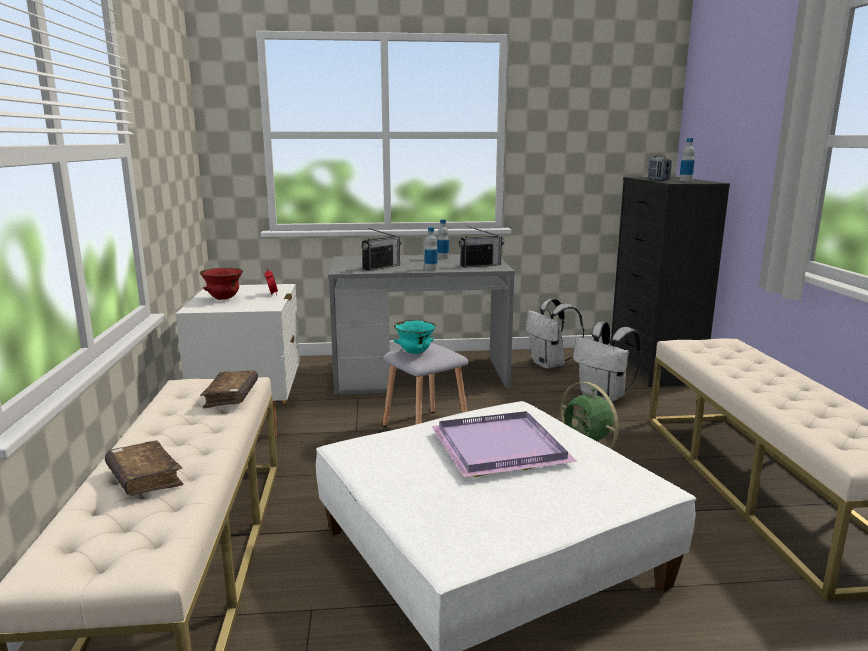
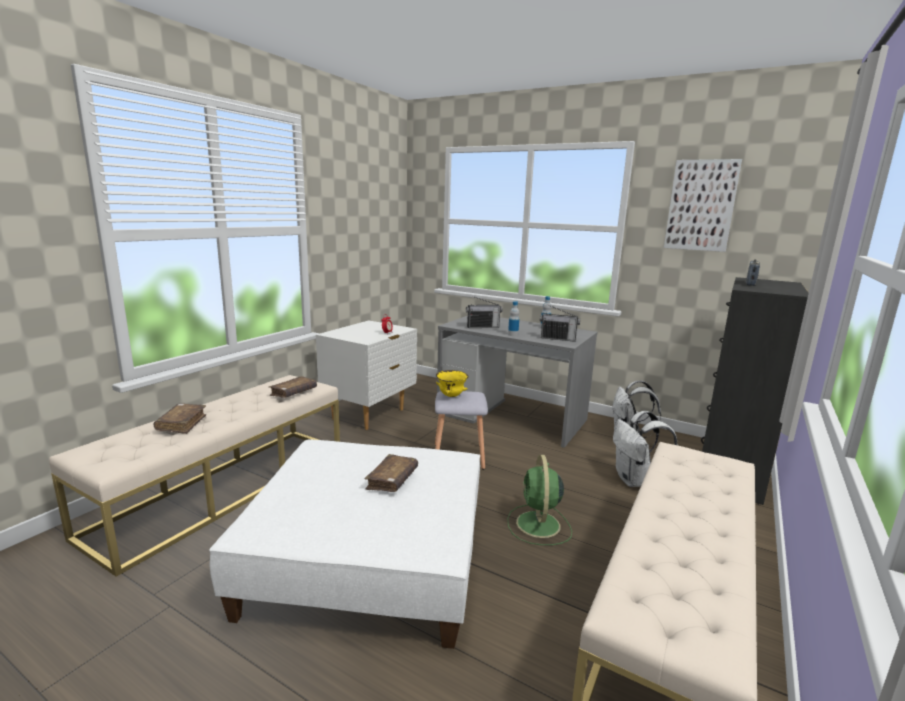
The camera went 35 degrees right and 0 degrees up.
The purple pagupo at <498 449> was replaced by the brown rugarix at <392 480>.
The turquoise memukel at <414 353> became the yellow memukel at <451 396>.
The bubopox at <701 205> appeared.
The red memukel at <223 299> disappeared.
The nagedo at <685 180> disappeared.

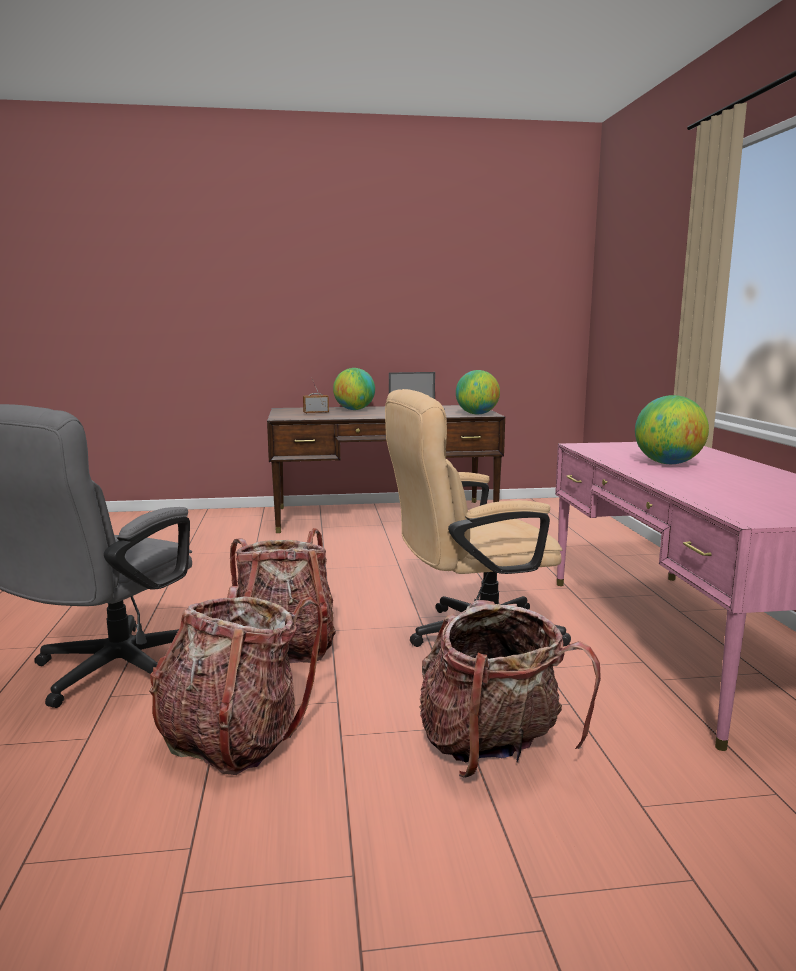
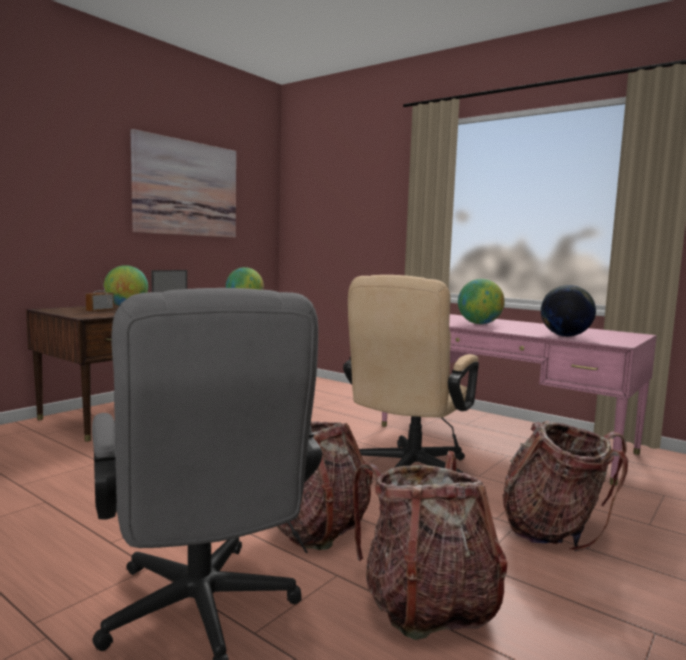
The camera went 45 degrees left and 5 degrees down.
The bubopox at <186 188> appeared.
The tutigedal at <565 336> appeared.

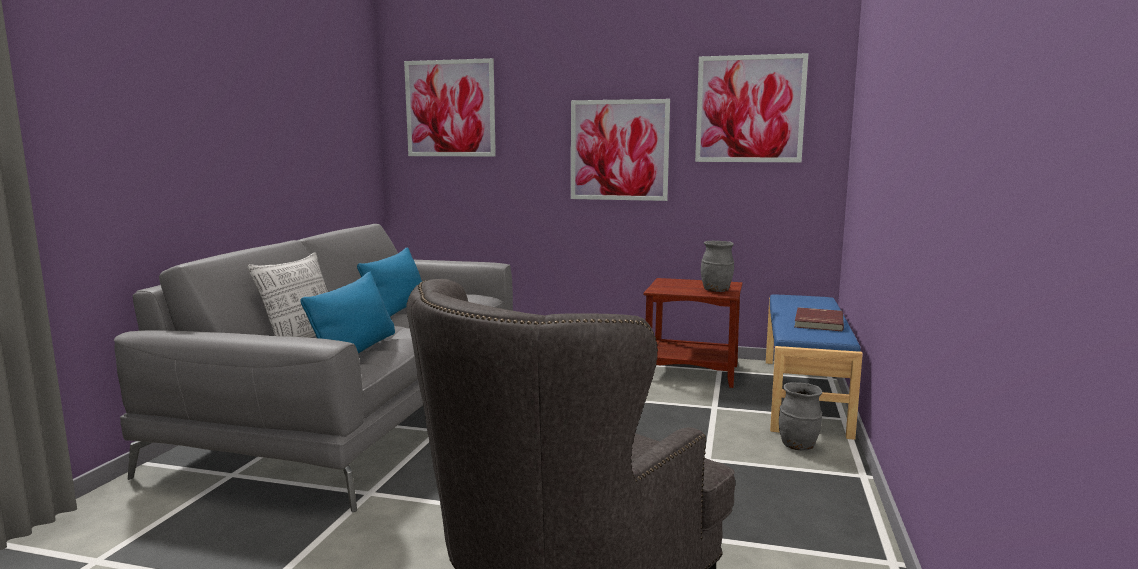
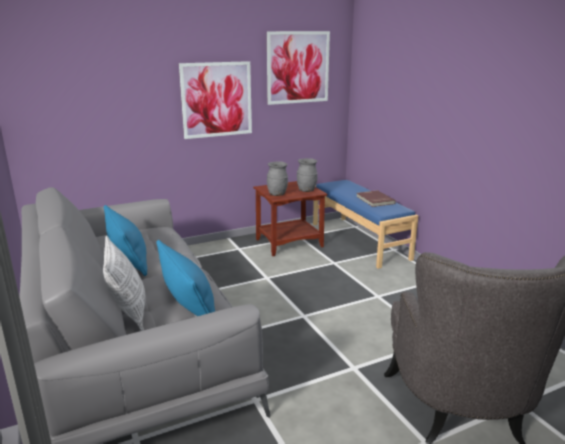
The camera went 40 degrees left and 10 degrees up.
The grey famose moved from <798 446> to <277 194>.
The bubopox at <450 108> disappeared.

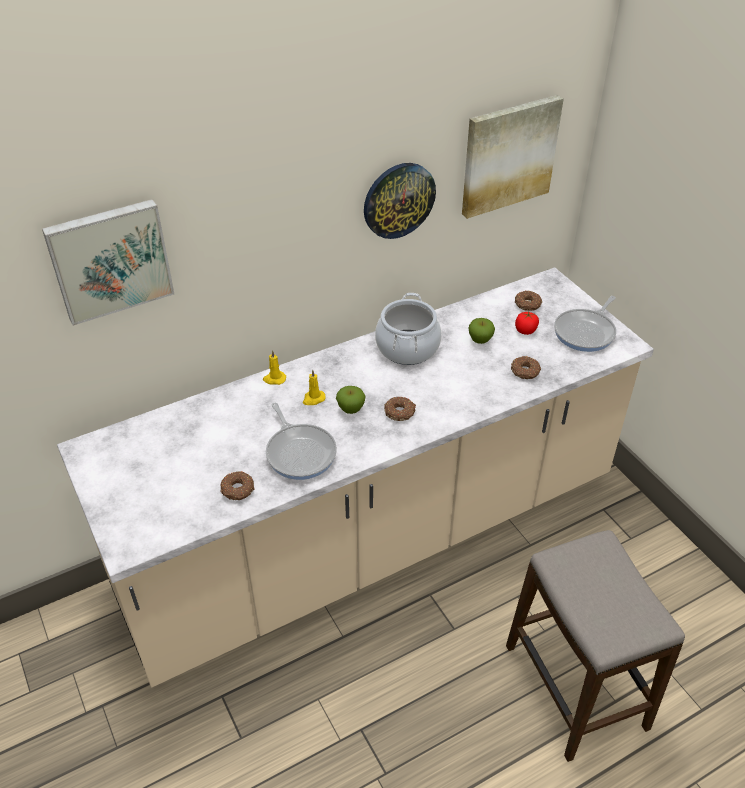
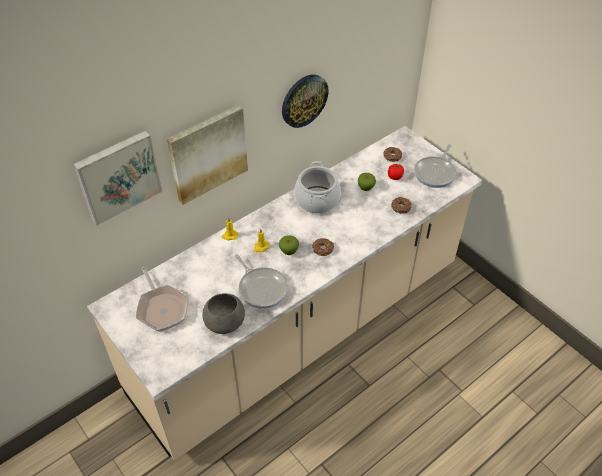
The camera went 10 degrees left and 5 degrees up.
The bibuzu at <162 308> appeared.
The bubopox moved from <508 155> to <207 153>.
The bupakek at <237 490> was replaced by the grey memukel at <225 322>.
The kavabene at <575 686> disappeared.

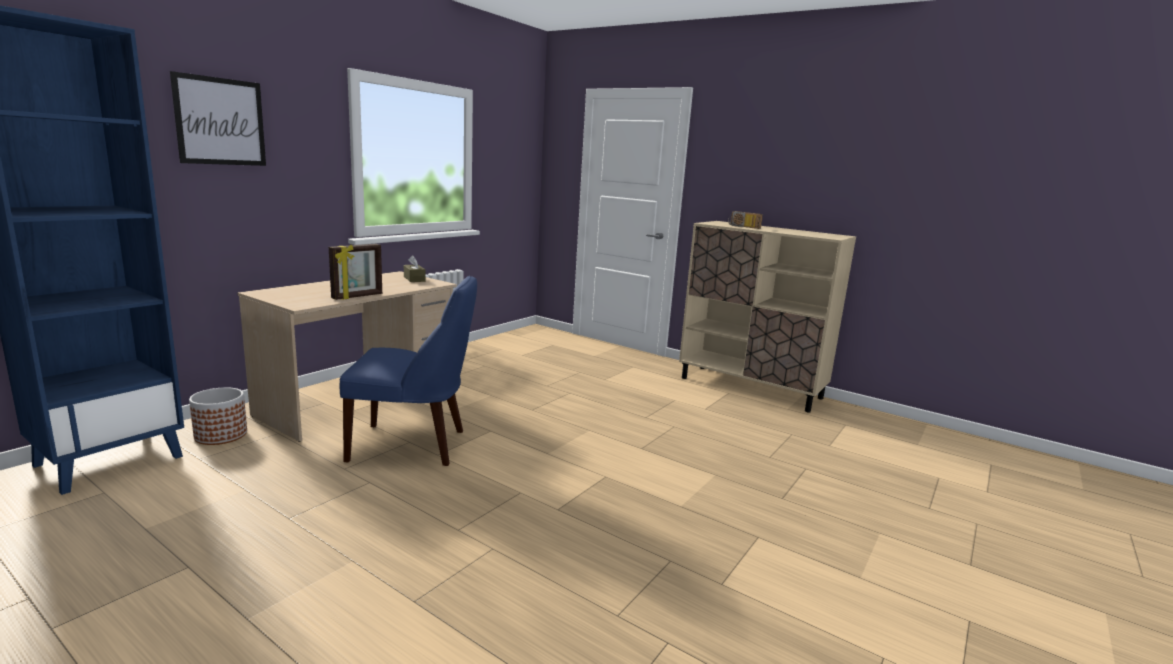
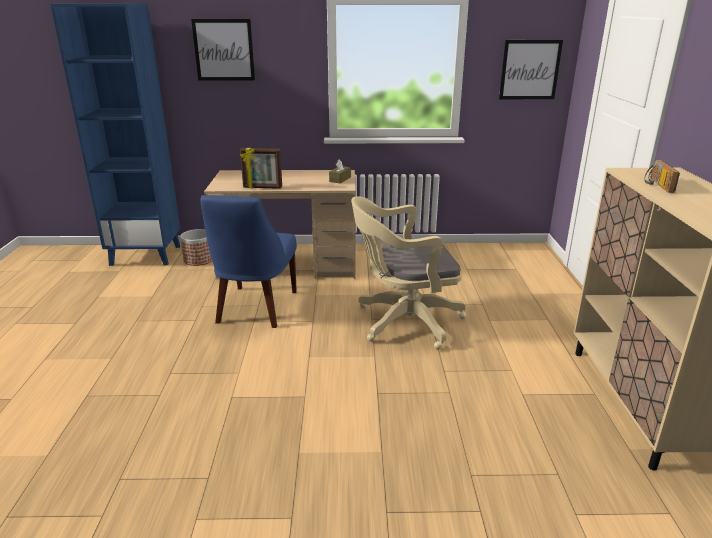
The camera went 55 degrees right and 10 degrees up.
The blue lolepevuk at <413 445> turned 45 degrees clockwise.
The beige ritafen at <403 322> appeared.
The bubopox at <530 70> appeared.

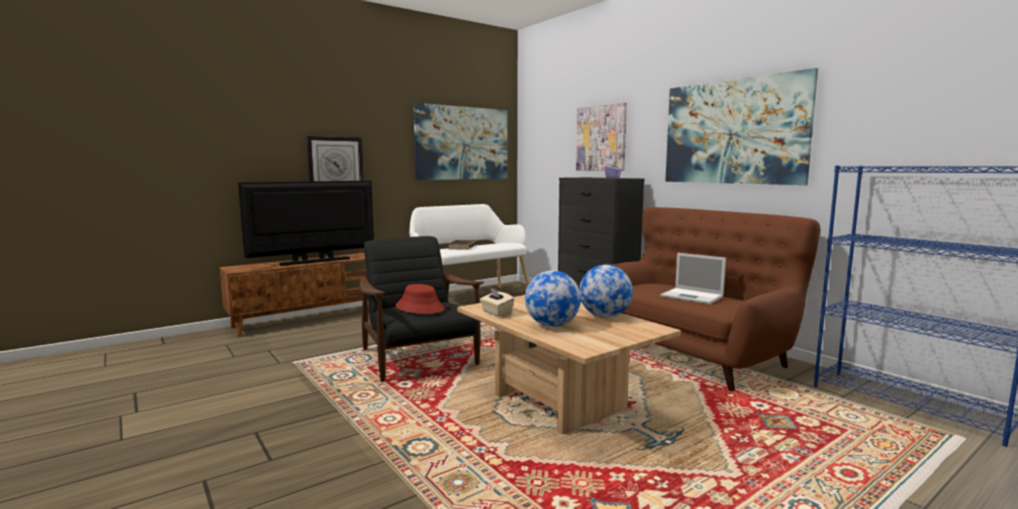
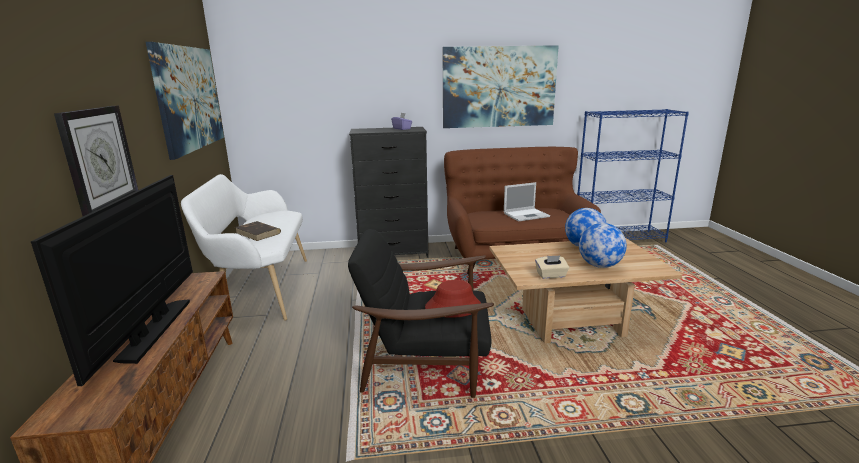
The camera went 60 degrees left and 10 degrees up.
The bubopox at <601 138> disappeared.

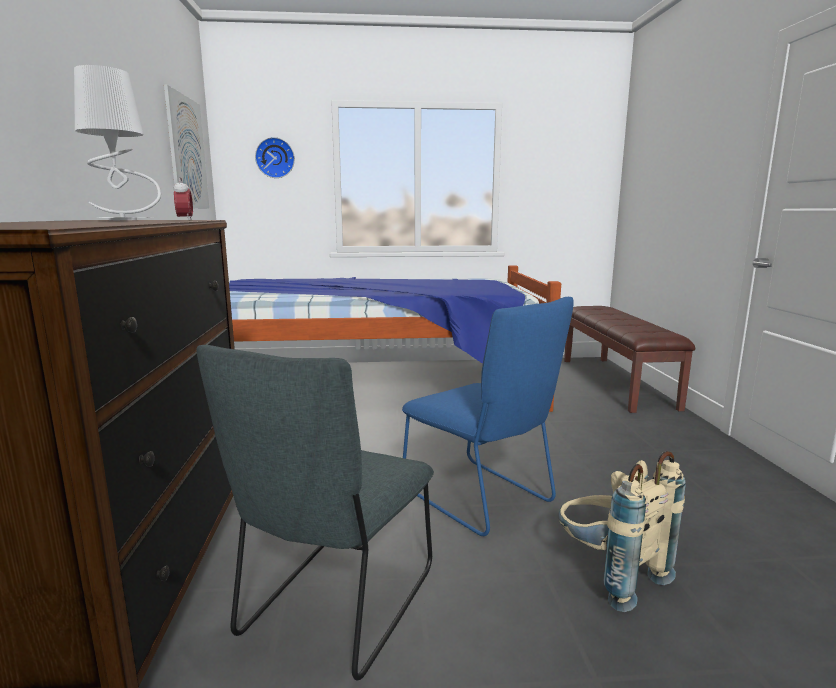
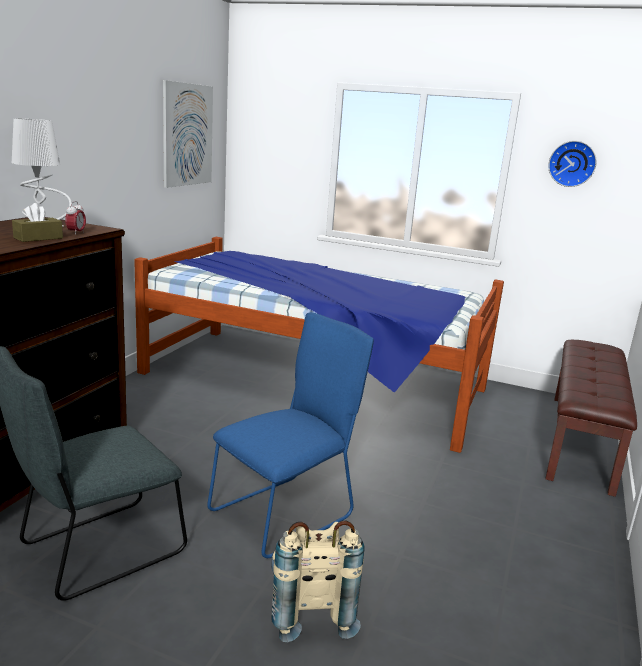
The camera went 25 degrees right and 5 degrees up.
The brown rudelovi at <38 238> appeared.
The blue lolepevuk at <481 498> turned 120 degrees counterclockwise.
The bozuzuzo moved from <275 158> to <572 163>.

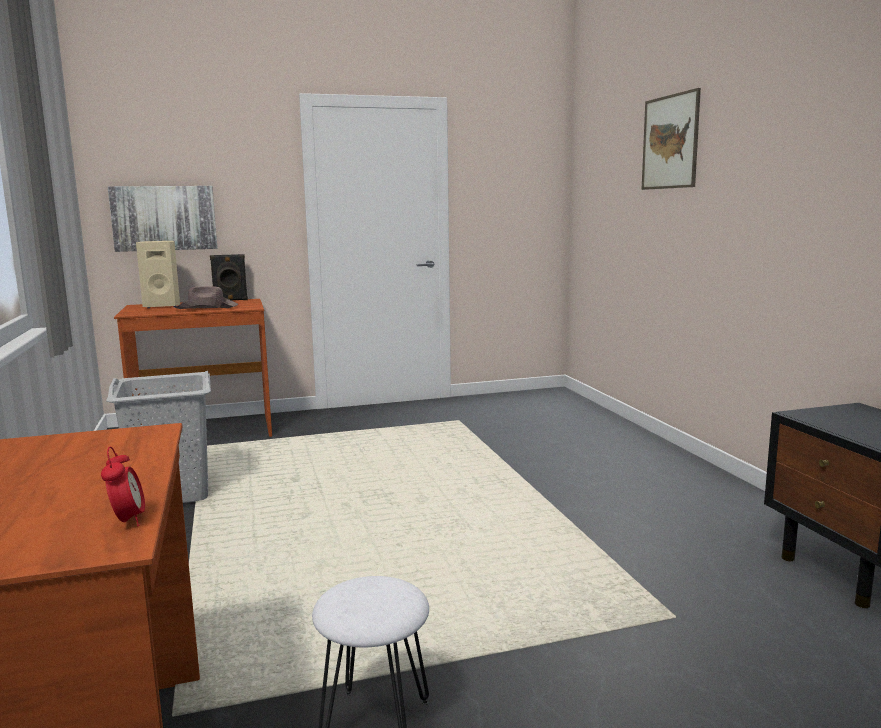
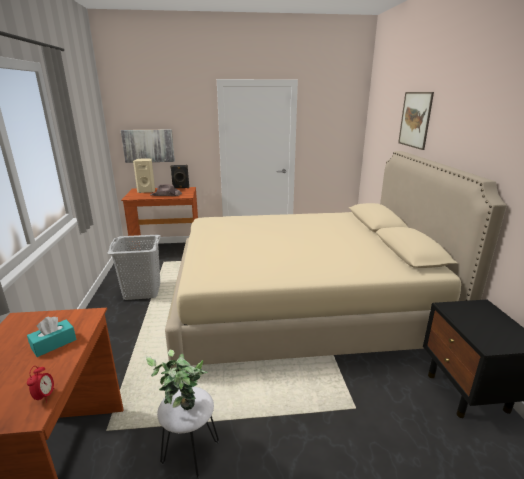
The camera went 10 degrees right and 10 degrees up.
The turquoise rudelovi at <54 344> appeared.
The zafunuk at <182 413> appeared.
The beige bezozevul at <302 308> appeared.

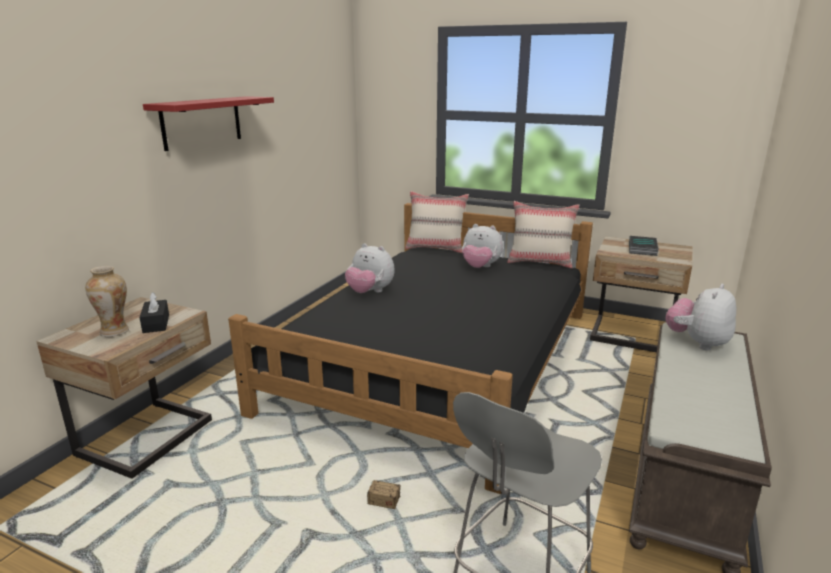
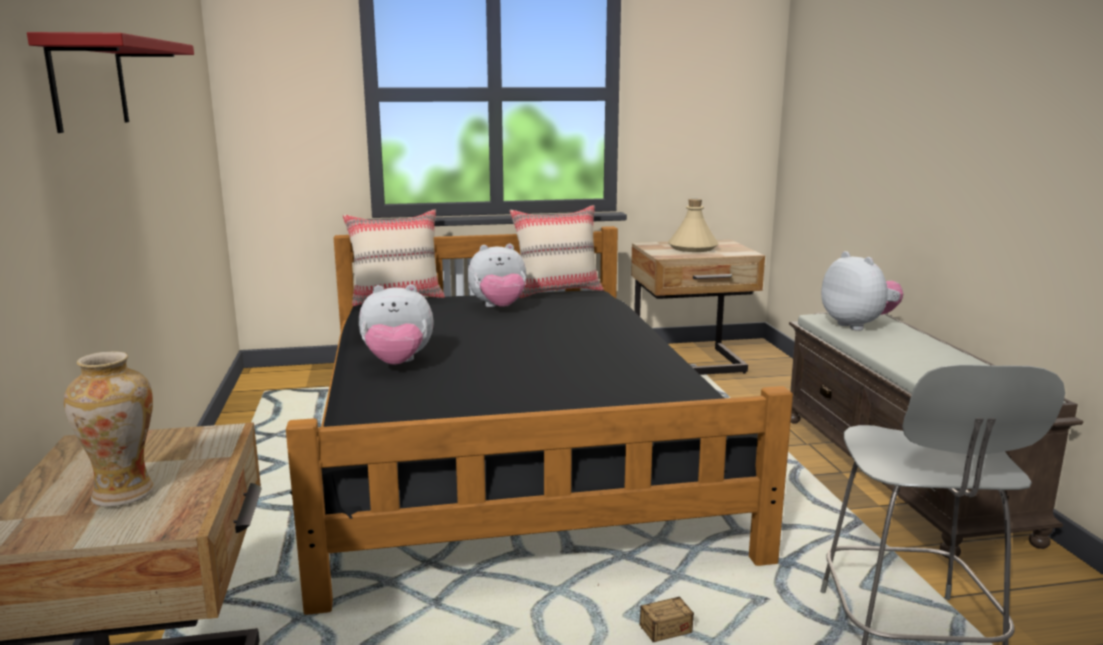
The camera went 35 degrees left and 5 degrees down.
The rugarix at <643 249> was replaced by the beige nagedo at <693 248>.
The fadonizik at <697 343> turned 150 degrees clockwise.
The black rudelovi at <156 323> disappeared.

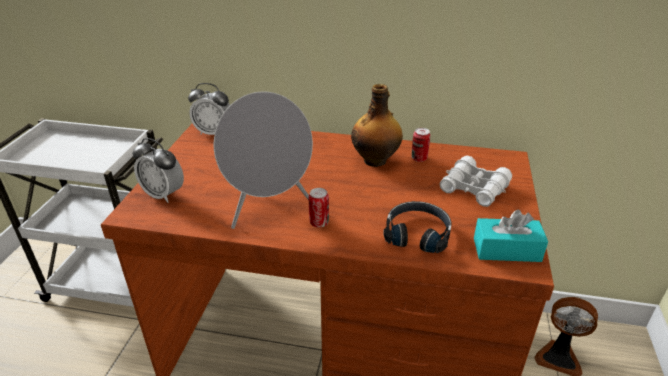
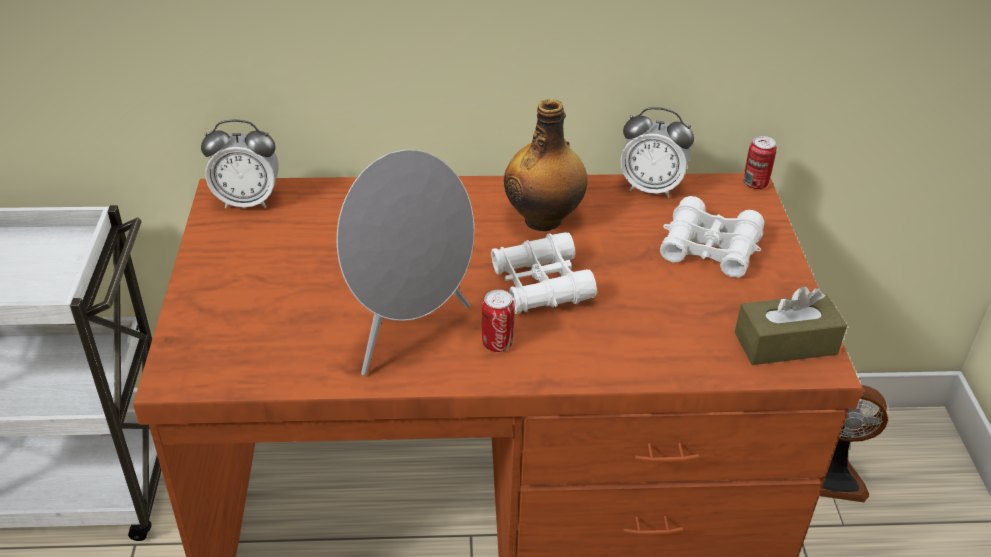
The camera went 15 degrees left and 5 degrees up.
The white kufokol at <541 284> appeared.
The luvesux moved from <163 195> to <651 188>.
The turquoise rudelovi at <506 250> became the brown rudelovi at <785 343>.
The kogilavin moved from <419 158> to <755 184>.
The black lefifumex at <417 233> disappeared.

